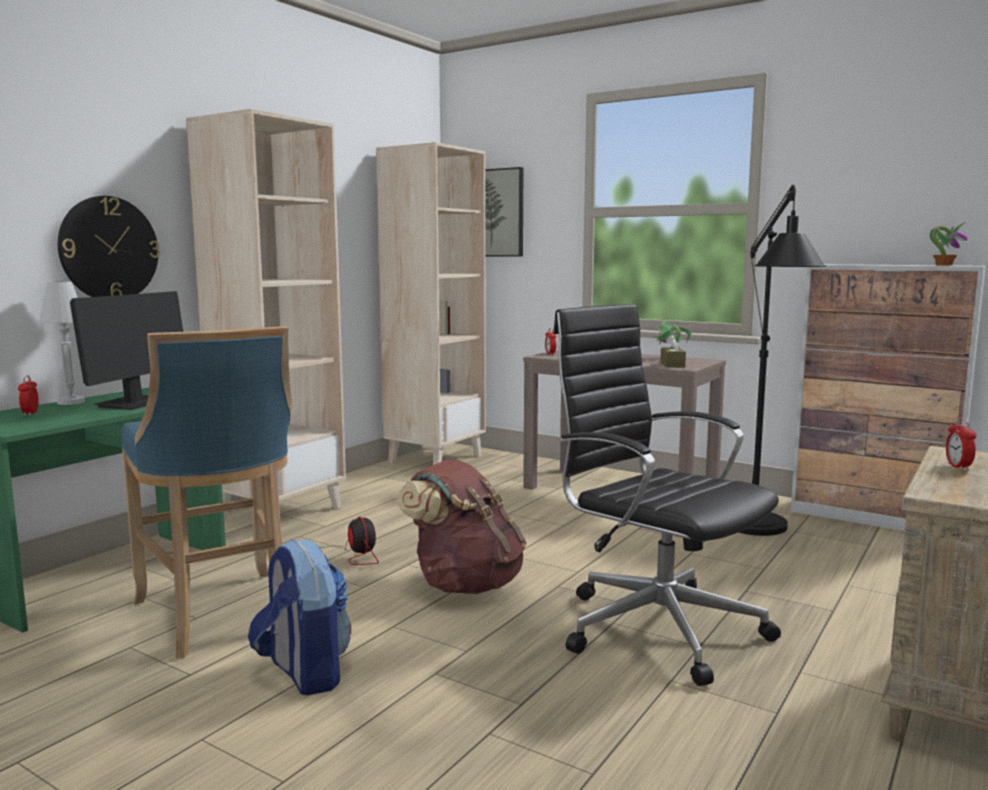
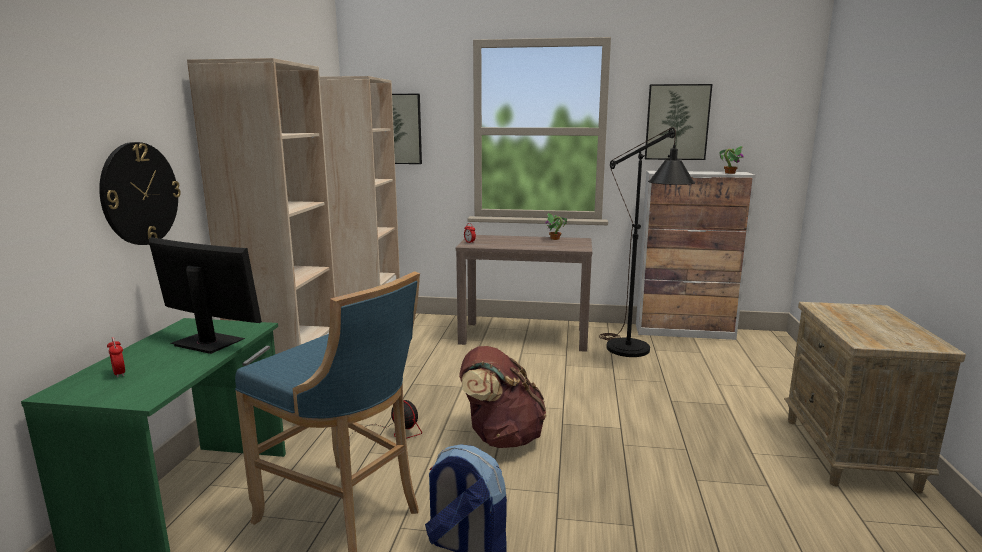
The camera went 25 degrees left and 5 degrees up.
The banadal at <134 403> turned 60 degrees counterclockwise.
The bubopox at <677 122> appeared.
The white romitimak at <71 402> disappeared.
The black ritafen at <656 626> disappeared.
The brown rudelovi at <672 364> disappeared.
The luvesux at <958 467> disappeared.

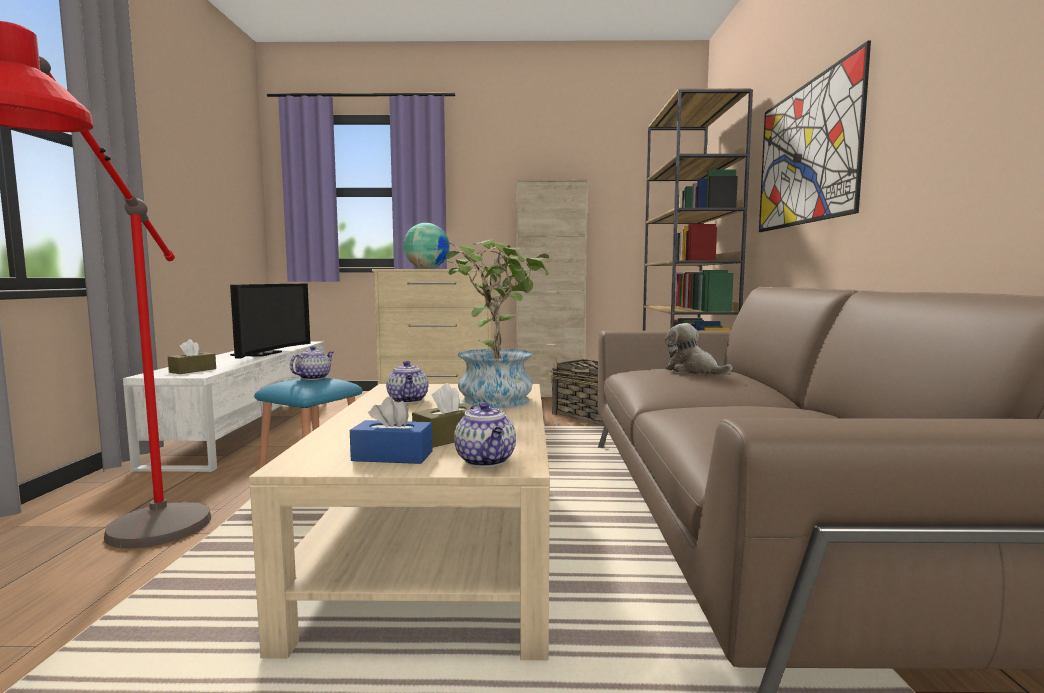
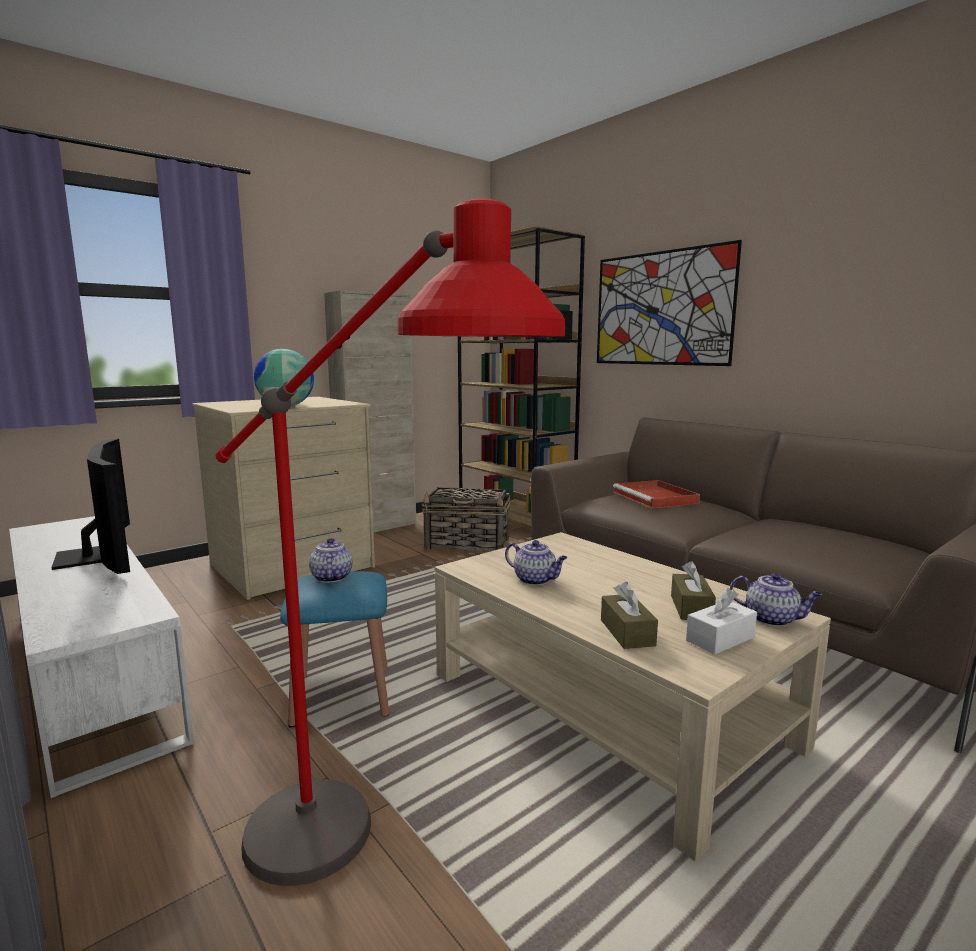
The camera went 40 degrees left and 5 degrees up.
The brown rudelovi moved from <193 370> to <627 632>.
The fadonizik at <693 371> was replaced by the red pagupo at <656 498>.
The blue rudelovi at <392 456> became the white rudelovi at <720 639>.
The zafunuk at <497 397> disappeared.

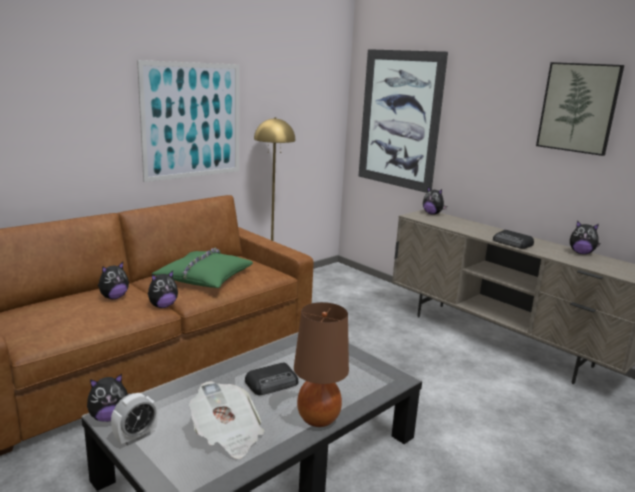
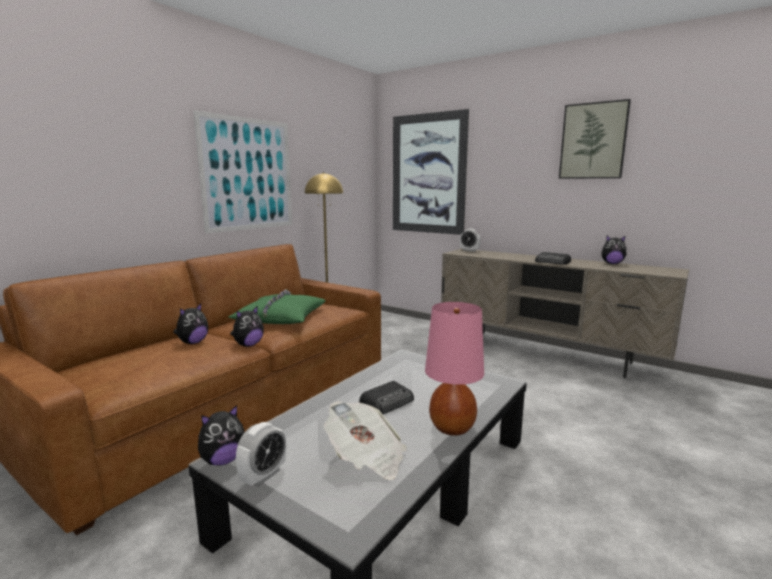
The camera went 10 degrees left and 5 degrees down.
The brown romitimak at <318 418> became the pink romitimak at <452 427>.
The fadonizik at <432 214> was replaced by the luvesux at <469 250>.

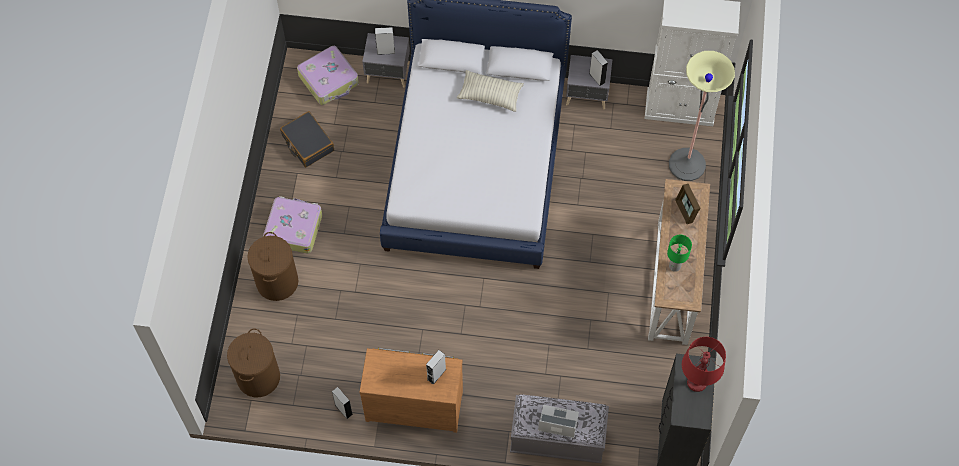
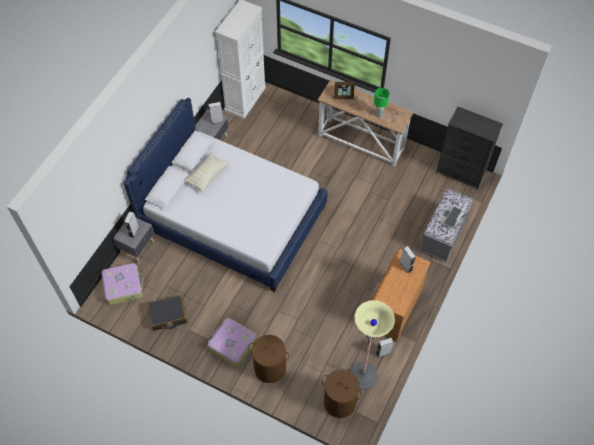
The camera went 70 degrees left and 5 degrees down.
The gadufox moved from <687 164> to <363 375>.
The red romitimak at <697 382> disappeared.

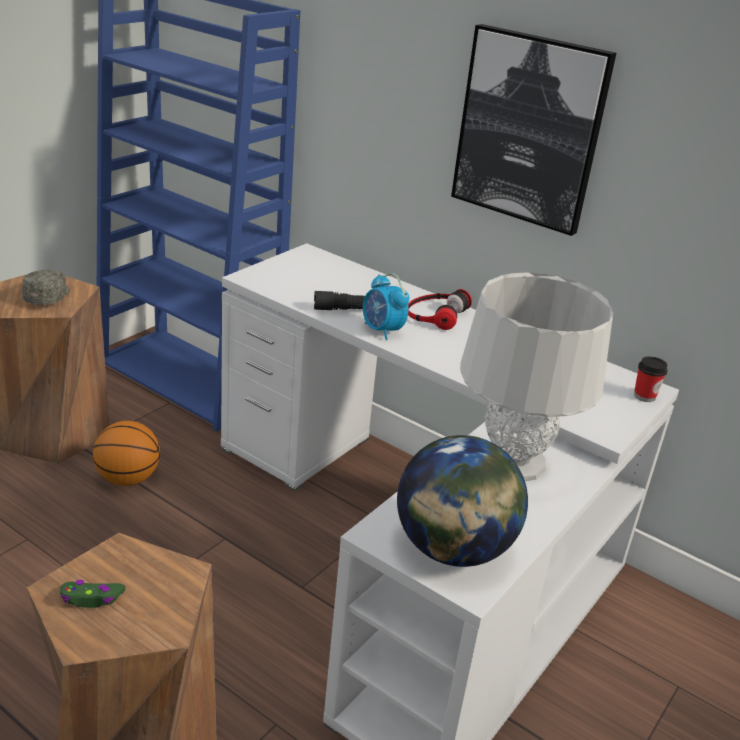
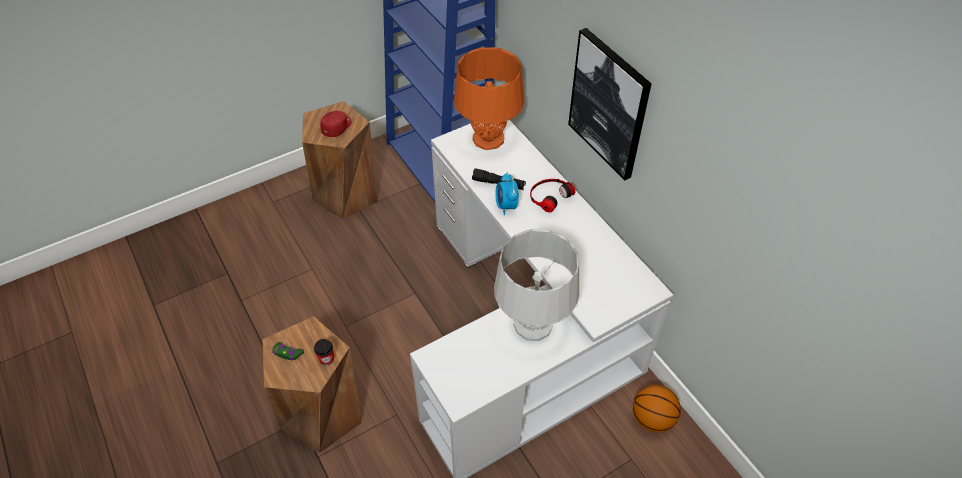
The camera went 25 degrees right and 20 degrees up.
The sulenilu moved from <644 396> to <326 359>.
The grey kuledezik at <48 297> became the red kuledezik at <337 128>.
The orange romitimak at <488 139> appeared.
The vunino moved from <128 479> to <652 419>.
The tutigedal at <453 549> disappeared.

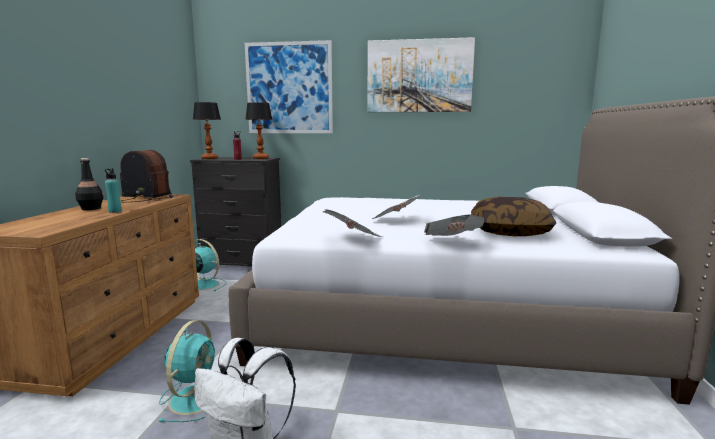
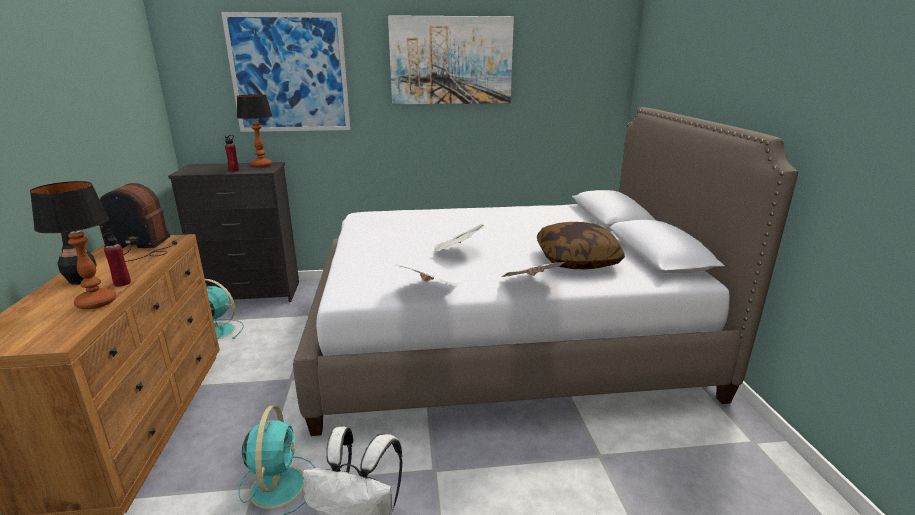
The camera went 15 degrees left and 10 degrees up.
The romitimak moved from <209 158> to <95 302>.
The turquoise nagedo at <115 211> became the red nagedo at <122 283>.

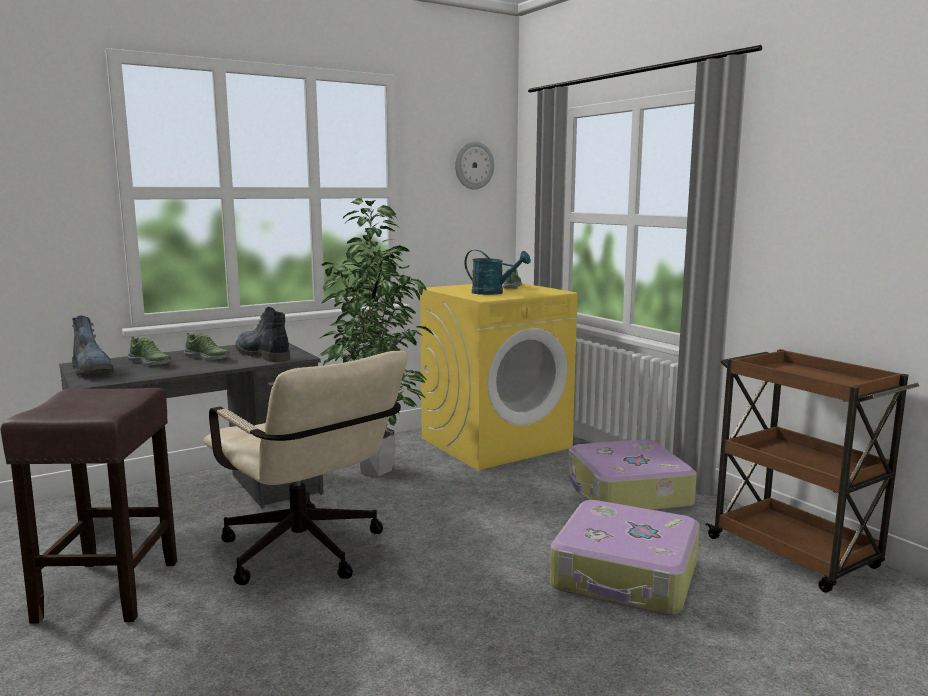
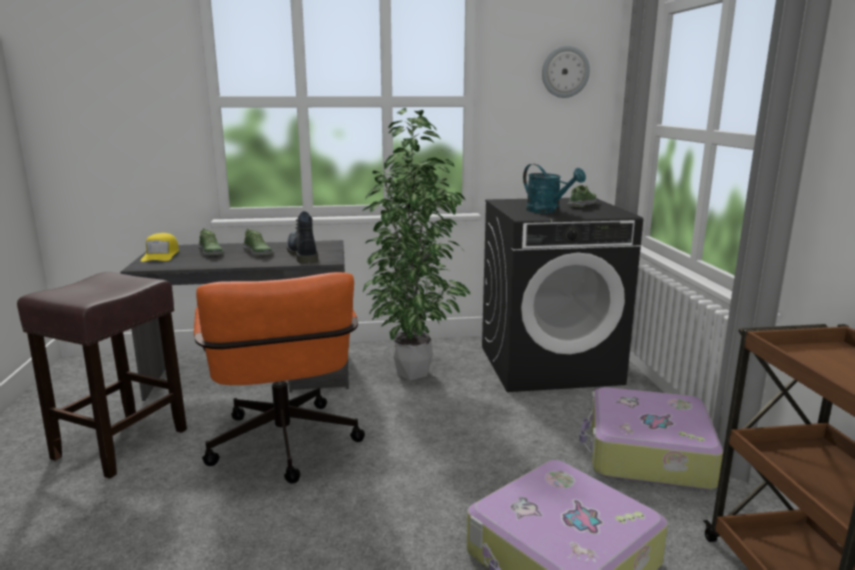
The camera went 25 degrees right and 5 degrees up.
The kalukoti at <92 371> was replaced by the yellow kuledezik at <161 255>.
The beige ritafen at <308 555> became the orange ritafen at <285 449>.
The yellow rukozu at <496 443> became the black rukozu at <549 364>.

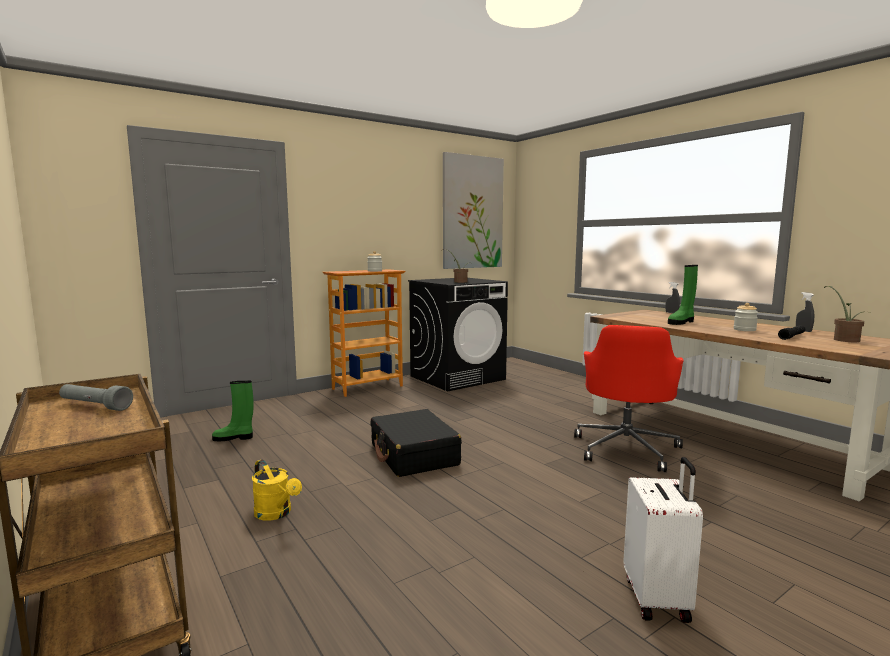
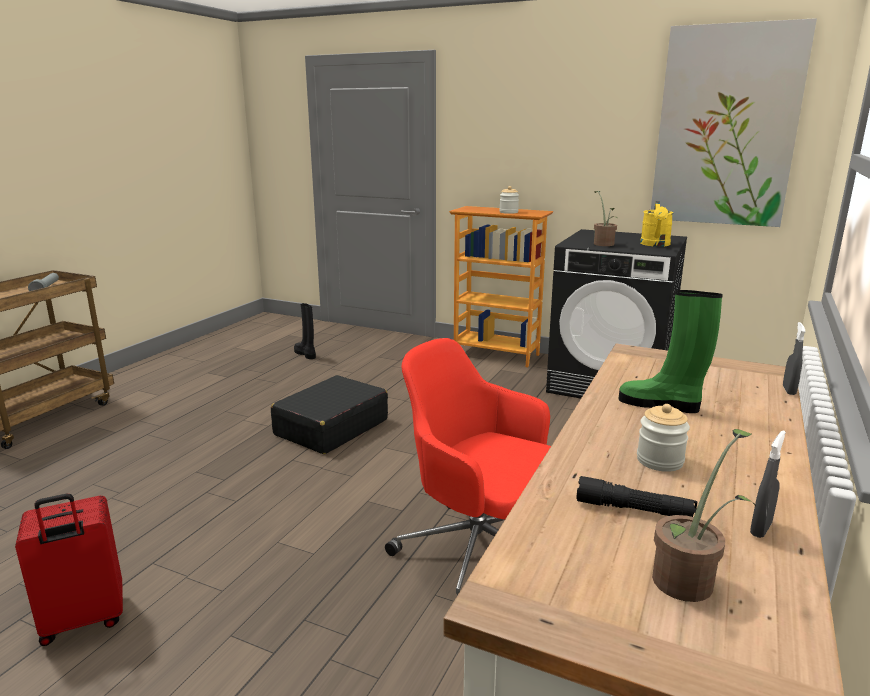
The camera went 60 degrees right and 10 degrees up.
The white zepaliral at <658 599> became the red zepaliral at <83 621>.
The green kalukoti at <234 438> became the black kalukoti at <306 354>.
The red ritafen at <626 448> turned 45 degrees clockwise.
The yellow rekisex moved from <276 514> to <655 245>.

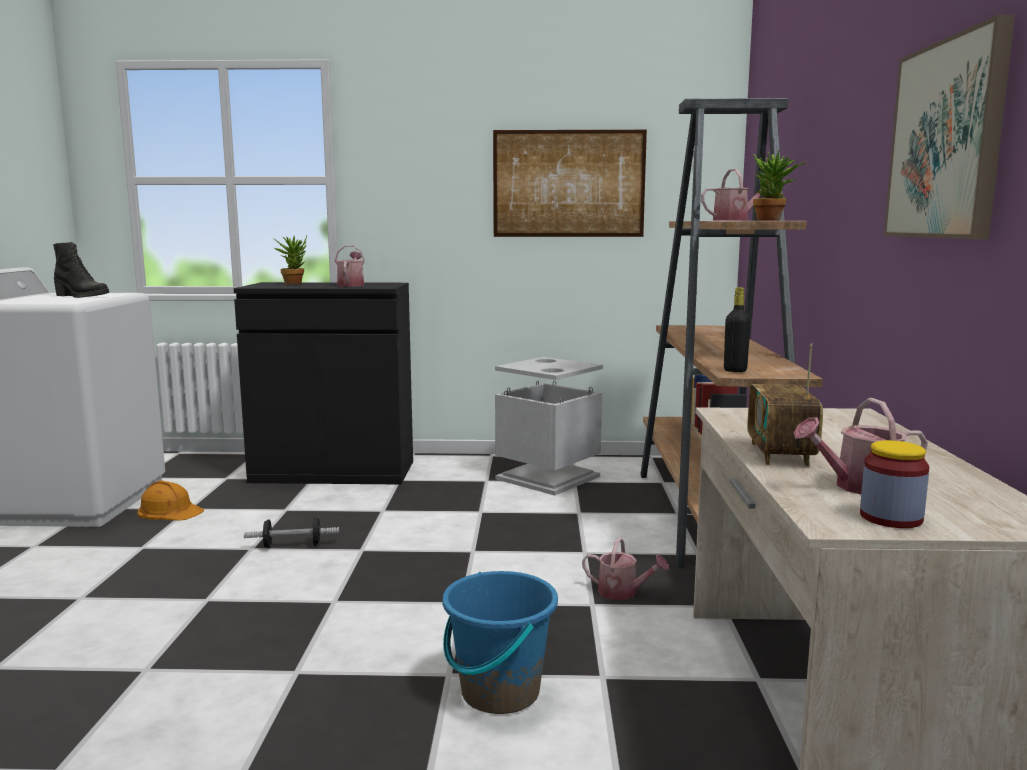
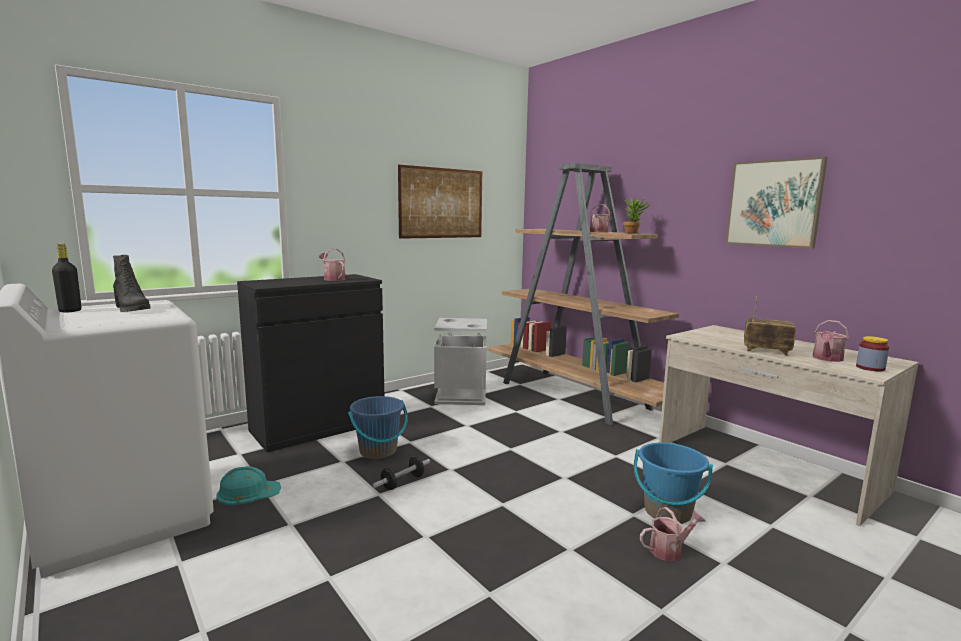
The camera went 40 degrees left and 0 degrees up.
The black nagedo moved from <735 370> to <70 311>.
The black kalukoti at <81 296> turned 60 degrees clockwise.
The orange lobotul at <170 511> became the turquoise lobotul at <248 492>.
The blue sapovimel at <378 451> appeared.
The rekisex moved from <623 592> to <669 550>.
The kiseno at <780 454> turned 150 degrees clockwise.
The zafunuk at <294 283> disappeared.

